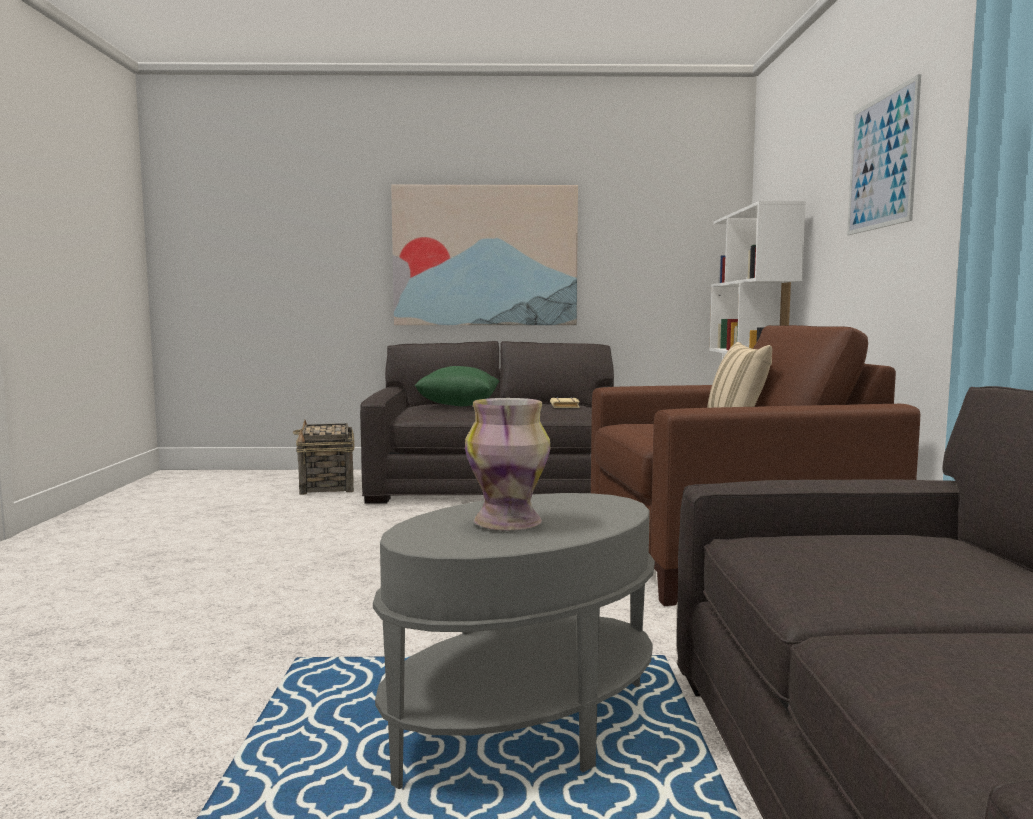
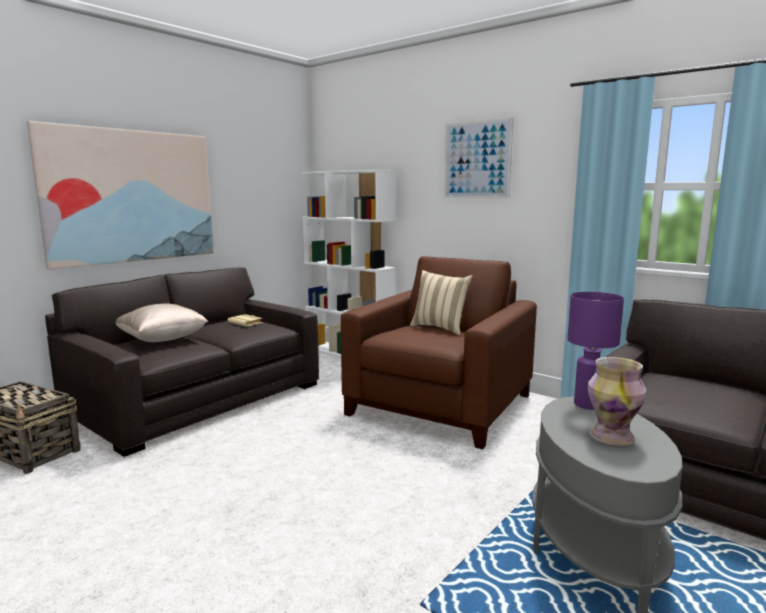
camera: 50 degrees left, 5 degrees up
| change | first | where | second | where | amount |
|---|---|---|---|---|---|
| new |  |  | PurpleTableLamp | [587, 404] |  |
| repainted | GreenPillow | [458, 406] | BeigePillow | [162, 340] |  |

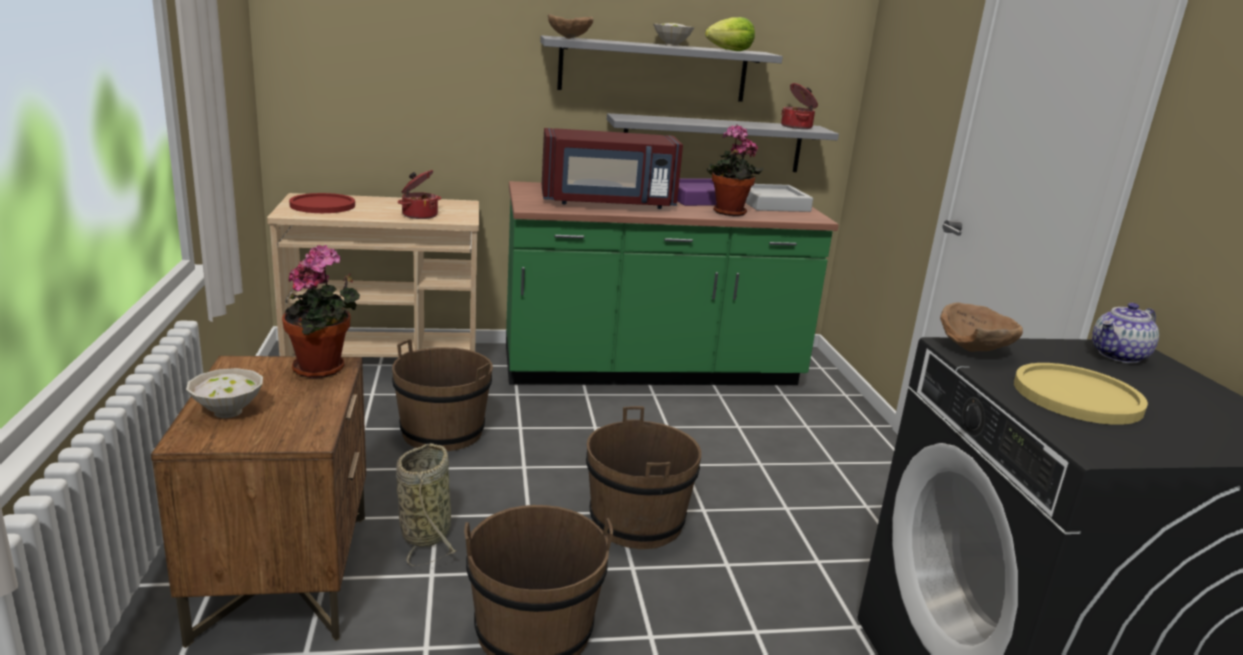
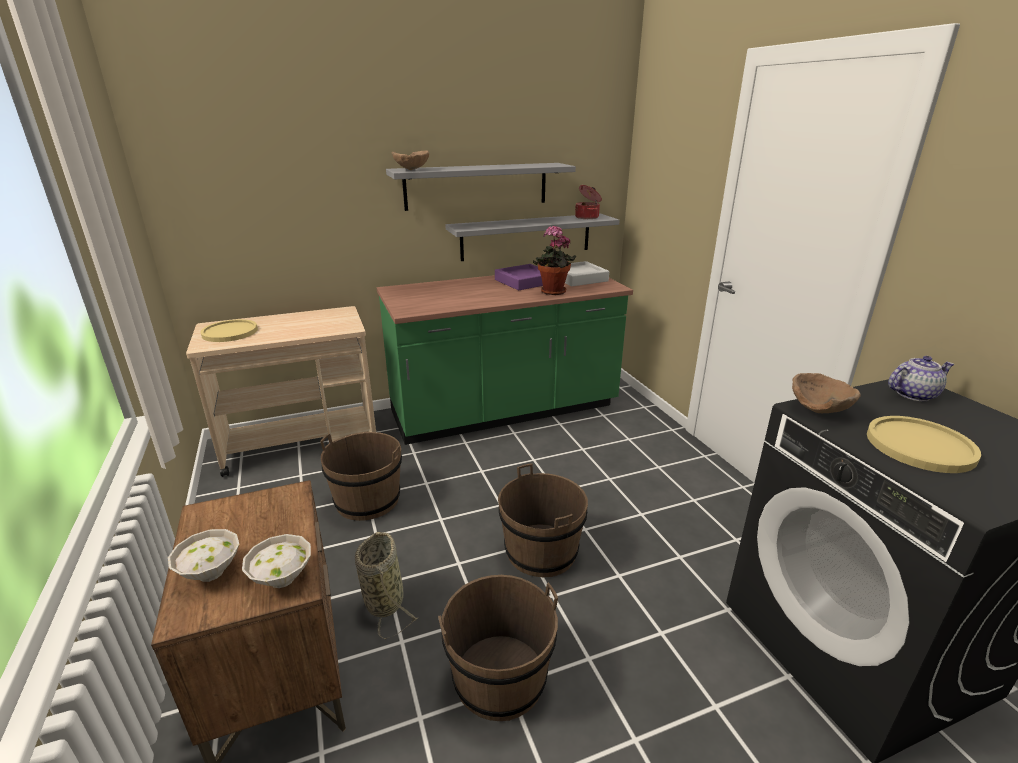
camera: 10 degrees left, 5 degrees up
| change | first | where | second | where | amount |
|---|---|---|---|---|---|
| gone | PottedPlant | [323, 369] |  |  |  |
| gone | CookingPot | [419, 215] |  |  |  |
| gone | RedMicrowave | [608, 203] |  |  |  |
| gone | Lettuce | [730, 50] |  |  |  |
| shifted | WhiteBowl | [670, 45] |  | [280, 579] |  |
| repainted | RedPlate | [322, 205] | YellowPlate | [230, 332] |  |
| rotated | Teapot | [1119, 356] |  | [913, 394] | 150 degrees counterclockwise |

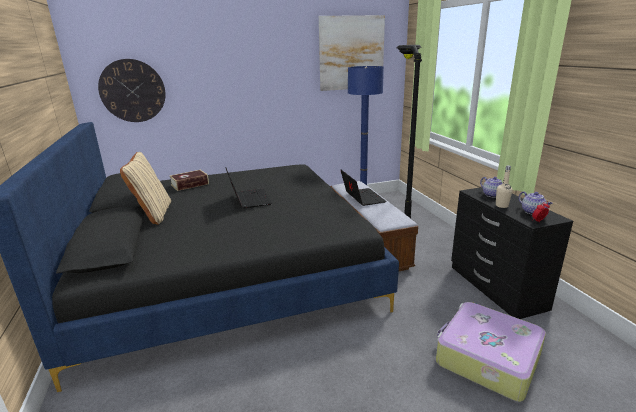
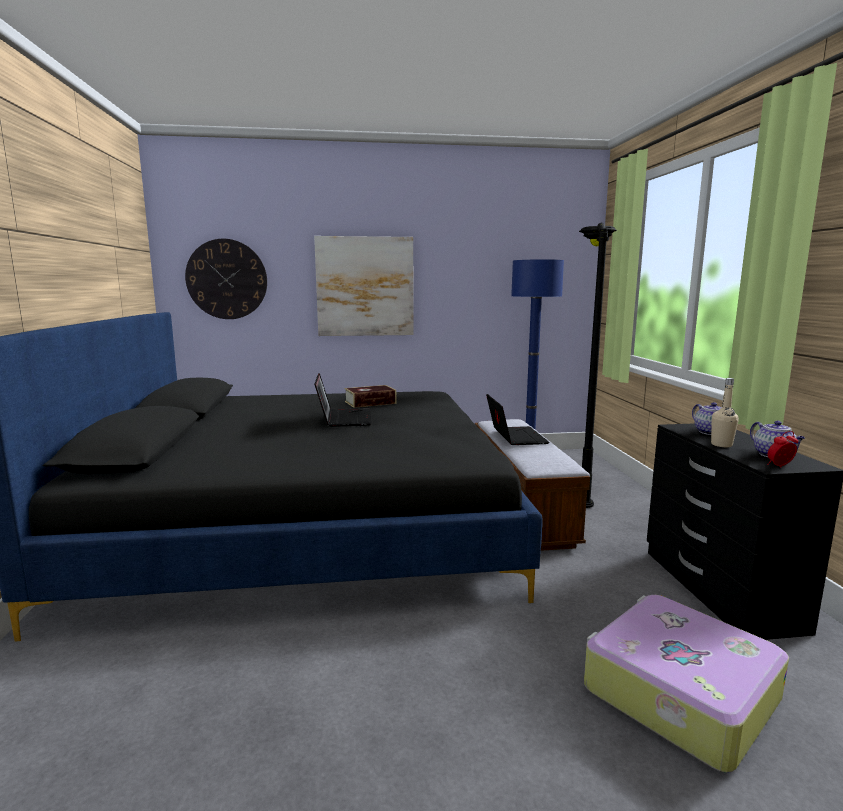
camera: 10 degrees right, 10 degrees down
| change | first | where | second | where | amount |
|---|---|---|---|---|---|
| gone | BeigePillow | [153, 214] |  |  |  |
| shifted | Book | [190, 184] |  | [370, 402] |  |
| shifted | Picture | [351, 53] |  | [365, 286] |  |

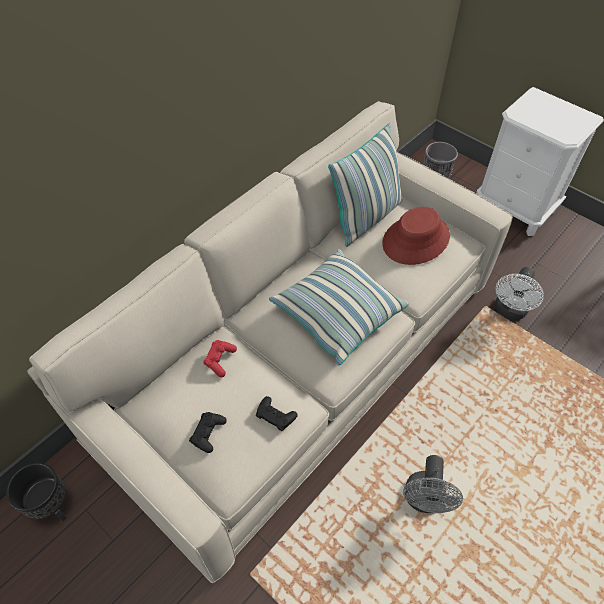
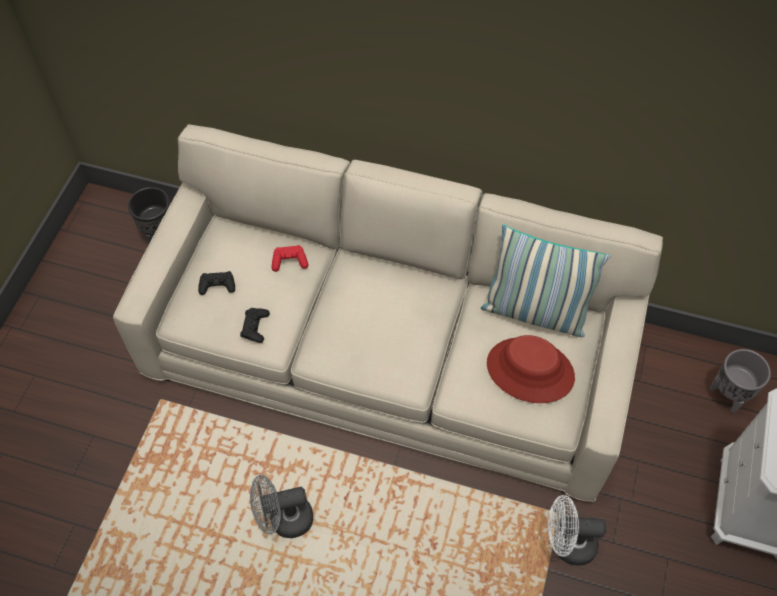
camera: 65 degrees right, 5 degrees up
| change | first | where | second | where | amount |
|---|---|---|---|---|---|
| gone | Pillow | [337, 314] |  |  |  |

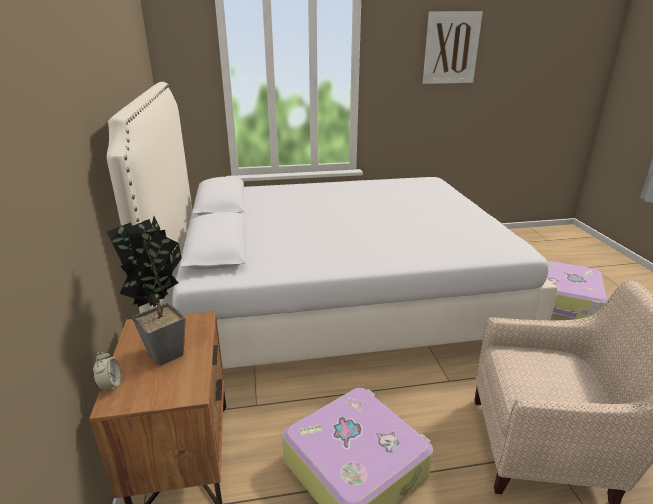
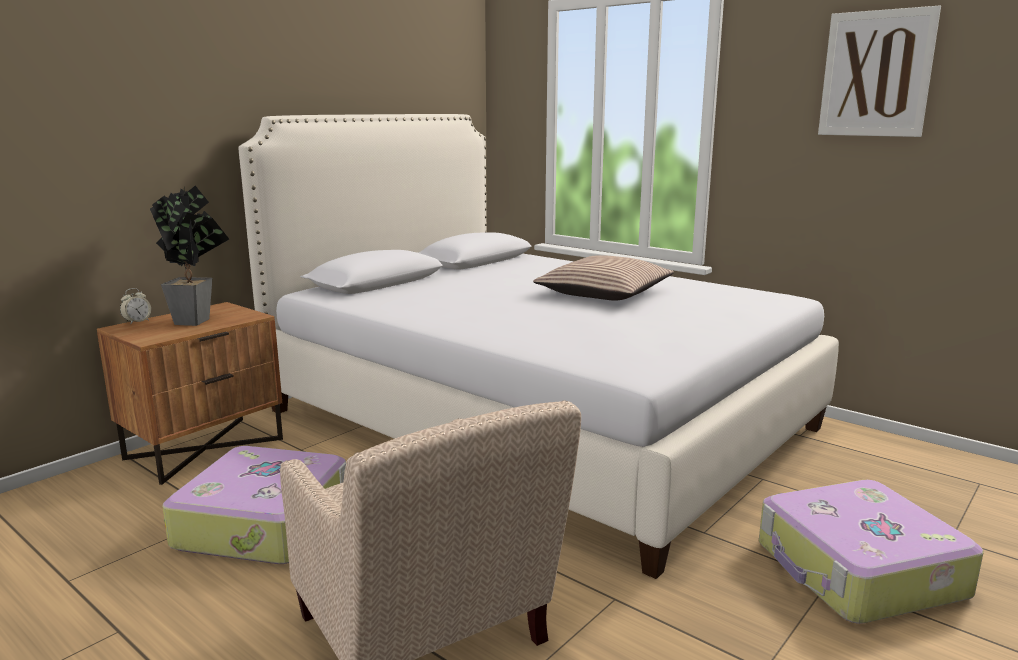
camera: 50 degrees right, 10 degrees down
| change | first | where | second | where | amount |
|---|---|---|---|---|---|
| new |  |  | Pillow | [604, 293] |  |

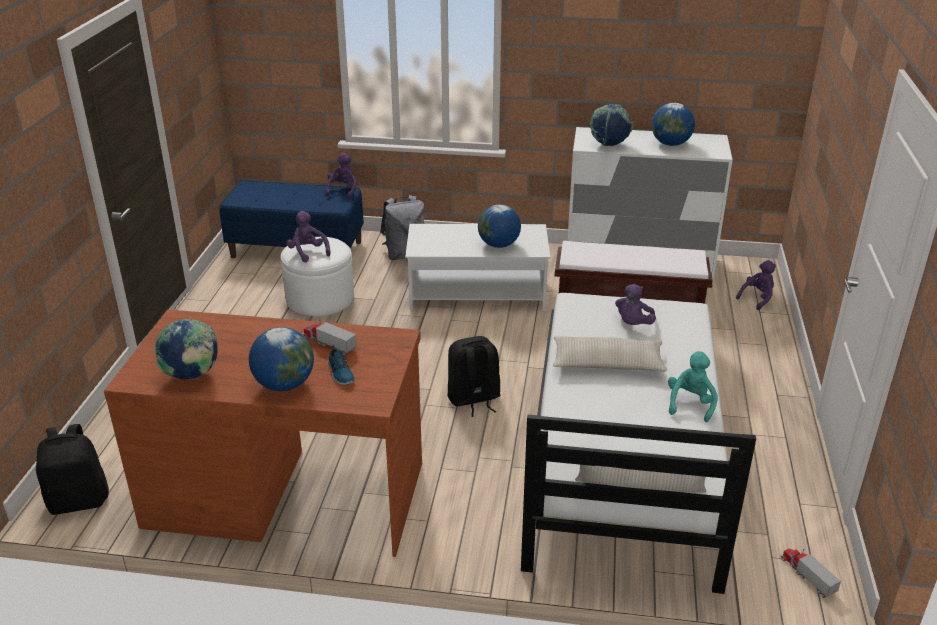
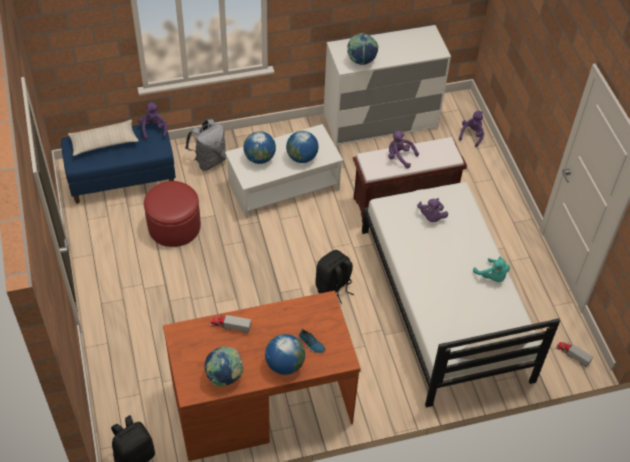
camera: 25 degrees left, 20 degrees up
| change | first | where | second | where | amount |
|---|---|---|---|---|---|
| shifted | PurplePlushToy | [308, 252] |  | [399, 157] |  |
| shifted | ToyTruck | [328, 343] |  | [230, 326] |  |
| shifted | BeigePillow | [607, 364] |  | [104, 142] |  |
| shifted | Globe | [670, 144] |  | [259, 158] |  |
| repainted | WhiteOttoman | [320, 298] | RedOttoman | [174, 226] |  |
| rotated | TurquoisePlushToy | [690, 404] |  | [492, 276] | 150 degrees clockwise |

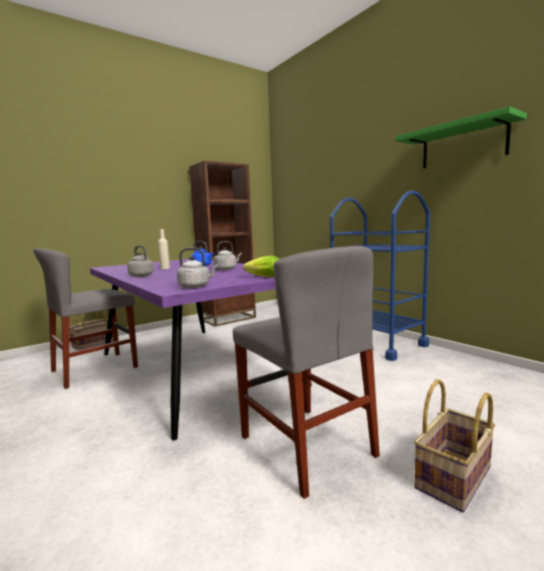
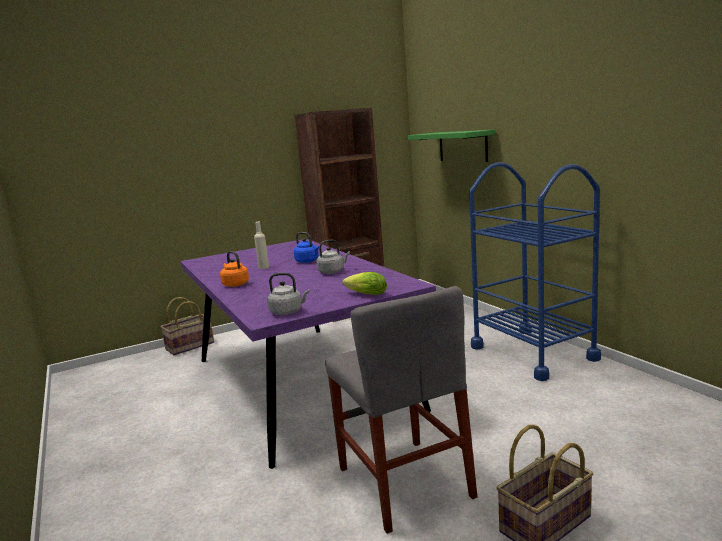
camera: 10 degrees right, 5 degrees up
| change | first | where | second | where | amount |
|---|---|---|---|---|---|
| gone | GreyChair | [95, 369] |  |  |  |
| shifted | GreenShelf | [463, 145] |  | [462, 146] |  |
| repainted | GreyKettle | [140, 275] | OrangeKettle | [234, 284] |  |

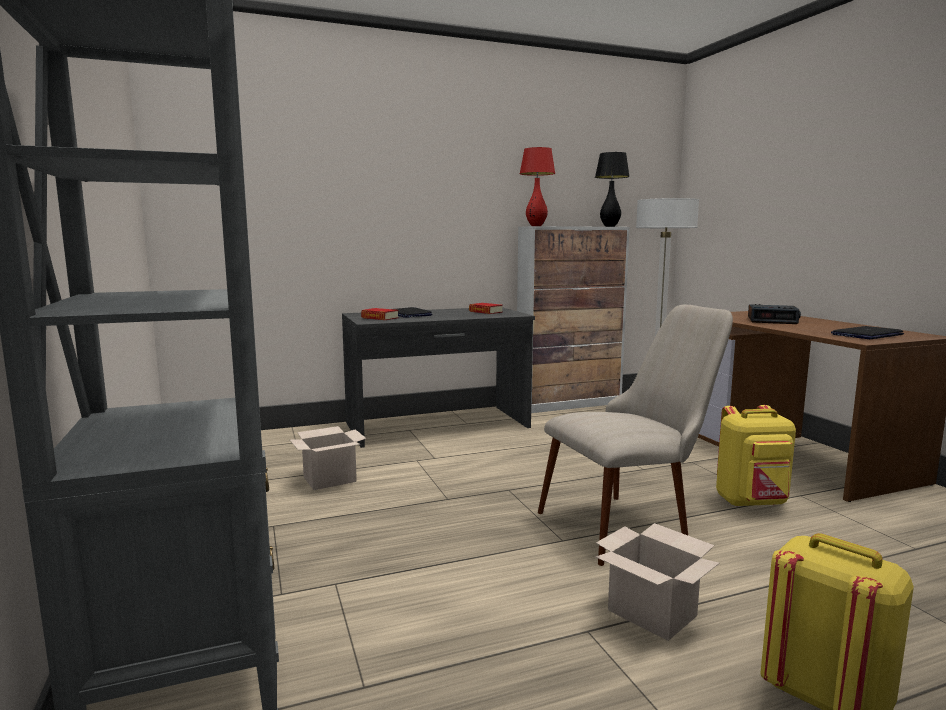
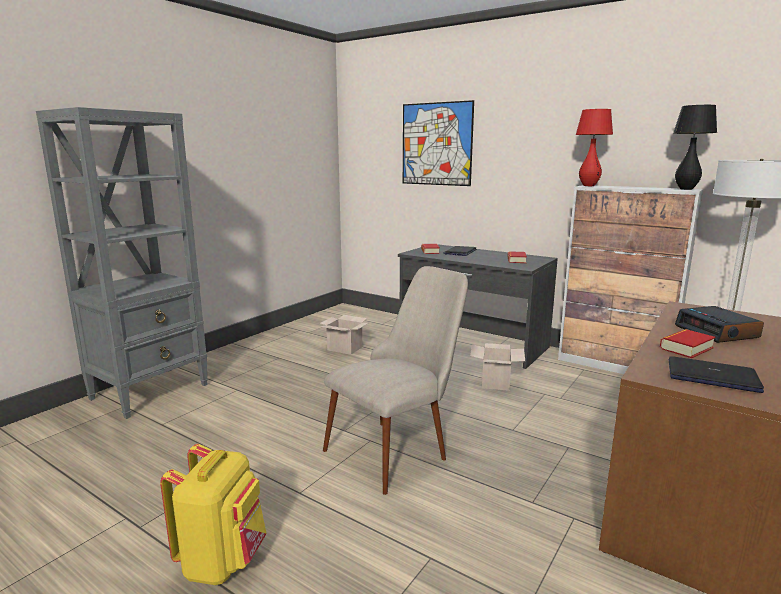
camera: 55 degrees right, 5 degrees up
| change | first | where | second | where | amount |
|---|---|---|---|---|---|
| gone | YellowBackpack | [752, 503] |  |  |  |
| new |  |  | Picture | [436, 144] |  |
| new |  |  | Book | [686, 348] |  |
| shifted | CardboardBox | [654, 613] |  | [496, 383] |  |
| rotated | BeigeChair | [630, 523] |  | [398, 447] | 75 degrees counterclockwise |

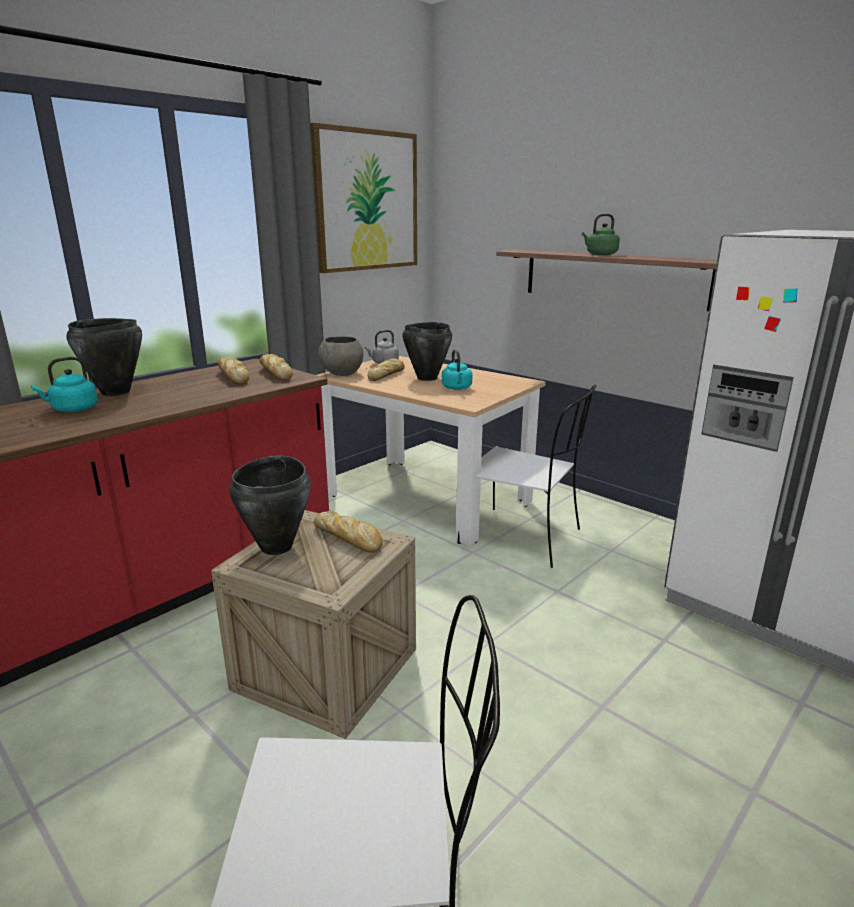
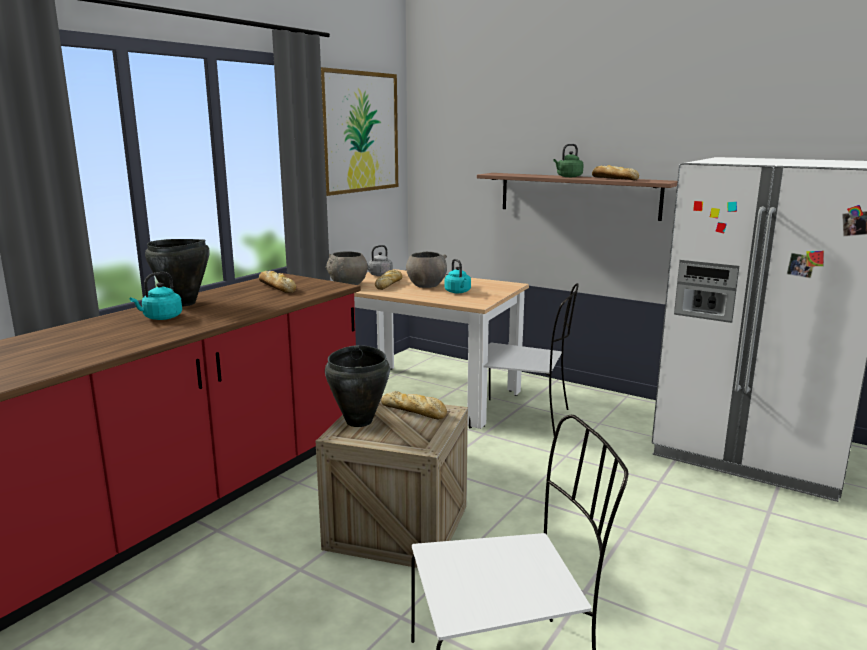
camera: 10 degrees left, 5 degrees down
| change | first | where | second | where | amount |
|---|---|---|---|---|---|
| shifted | Bread | [275, 373] |  | [613, 178] |  |
| swapped | BlackCookingPot | [426, 378] | GreyBowl | [426, 285] |  |

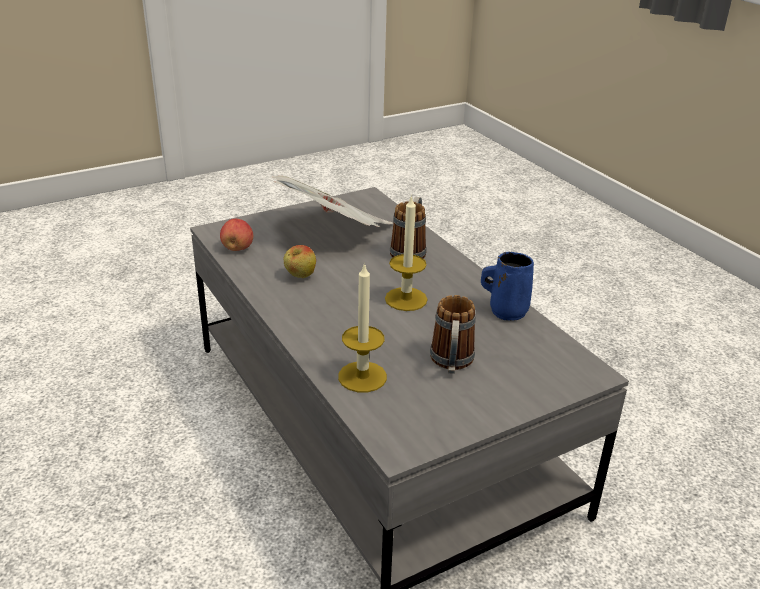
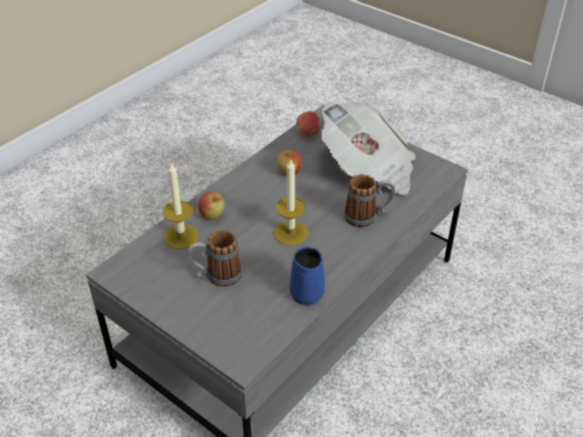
camera: 70 degrees right, 10 degrees up
| change | first | where | second | where | amount |
|---|---|---|---|---|---|
| new |  |  | Apple | [212, 216] |  |

